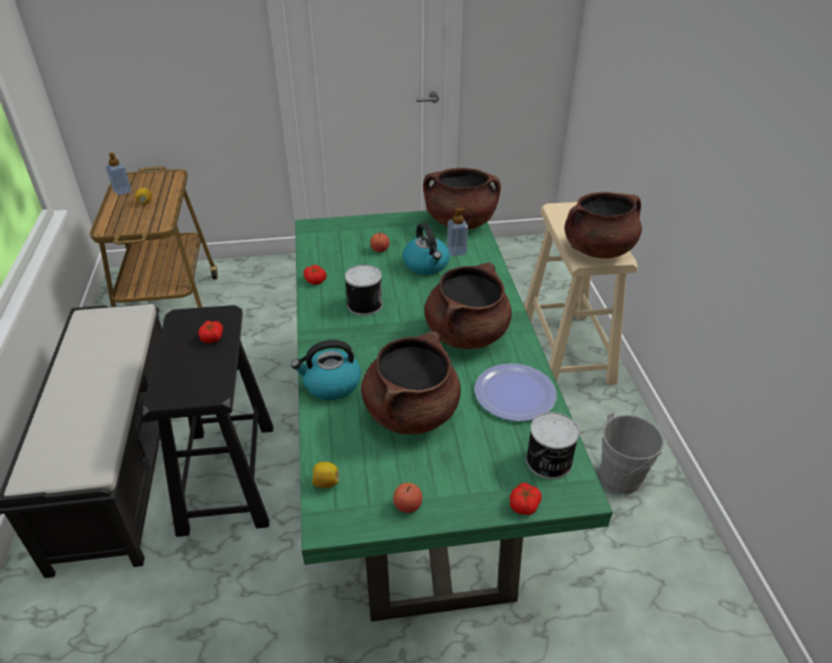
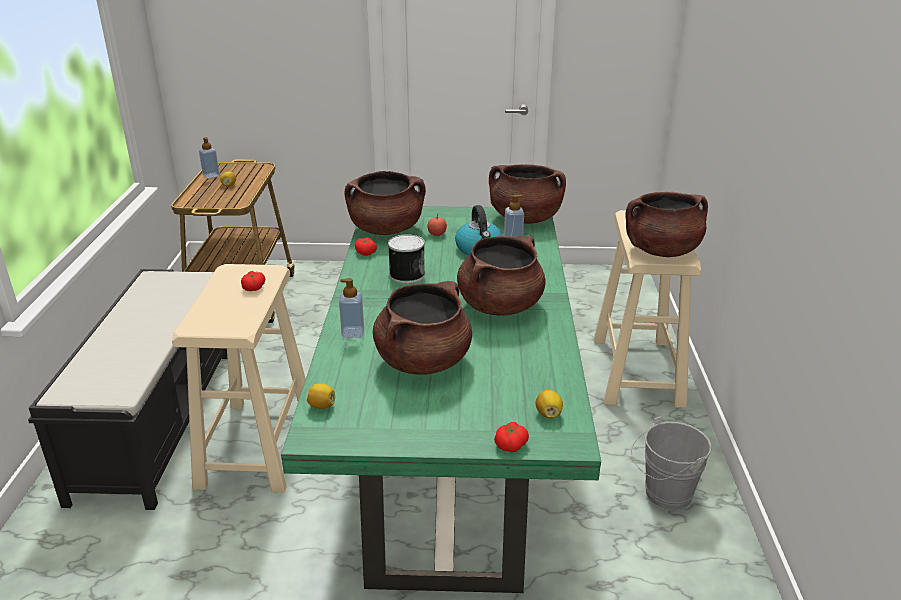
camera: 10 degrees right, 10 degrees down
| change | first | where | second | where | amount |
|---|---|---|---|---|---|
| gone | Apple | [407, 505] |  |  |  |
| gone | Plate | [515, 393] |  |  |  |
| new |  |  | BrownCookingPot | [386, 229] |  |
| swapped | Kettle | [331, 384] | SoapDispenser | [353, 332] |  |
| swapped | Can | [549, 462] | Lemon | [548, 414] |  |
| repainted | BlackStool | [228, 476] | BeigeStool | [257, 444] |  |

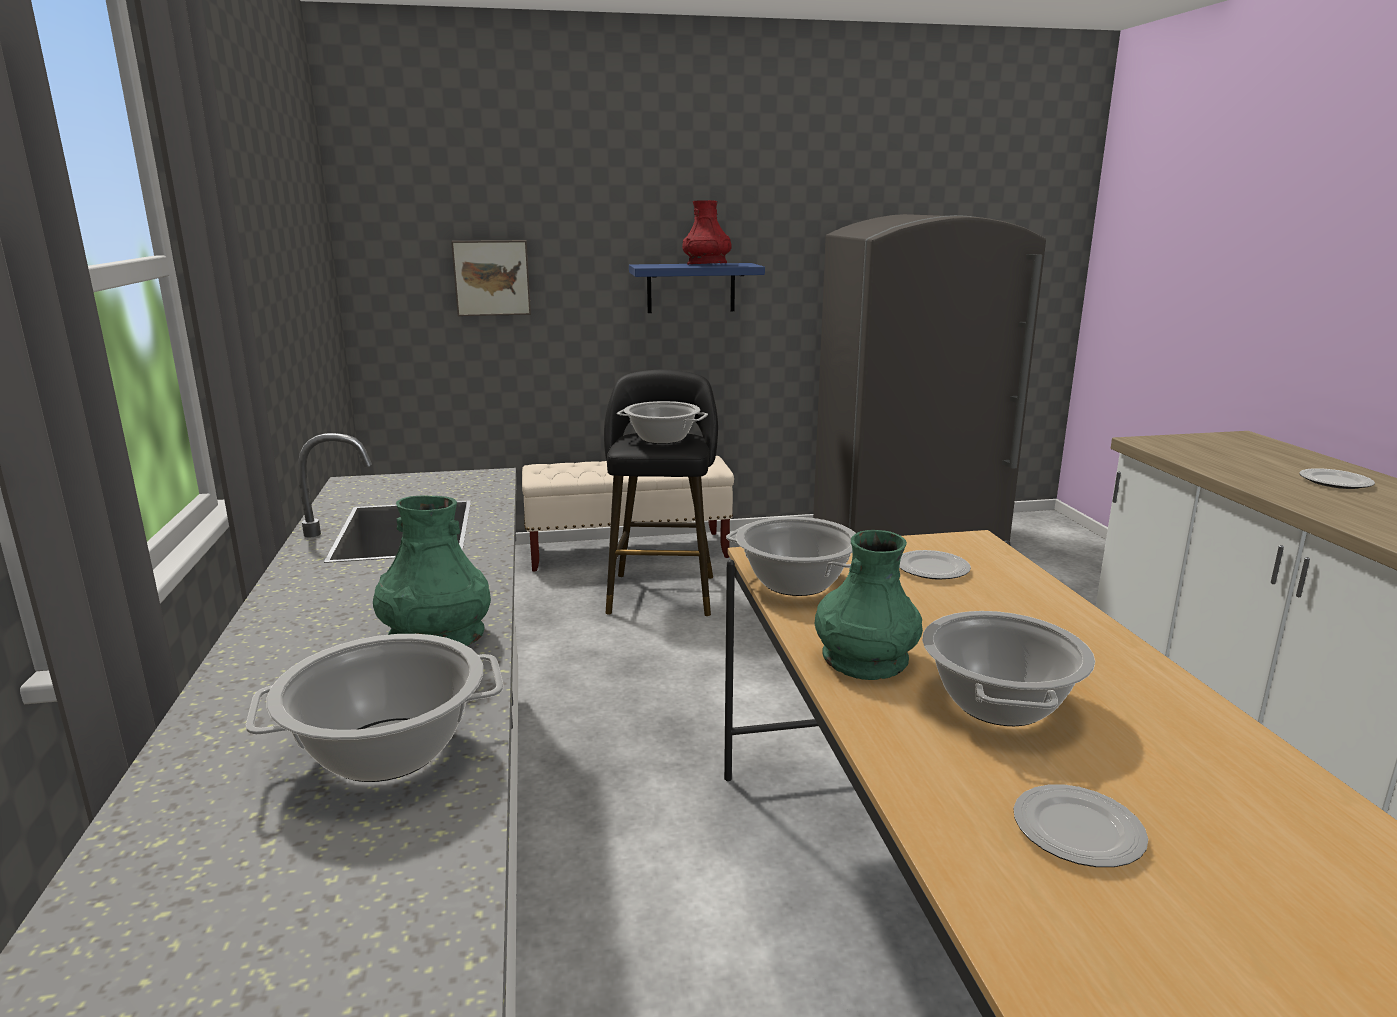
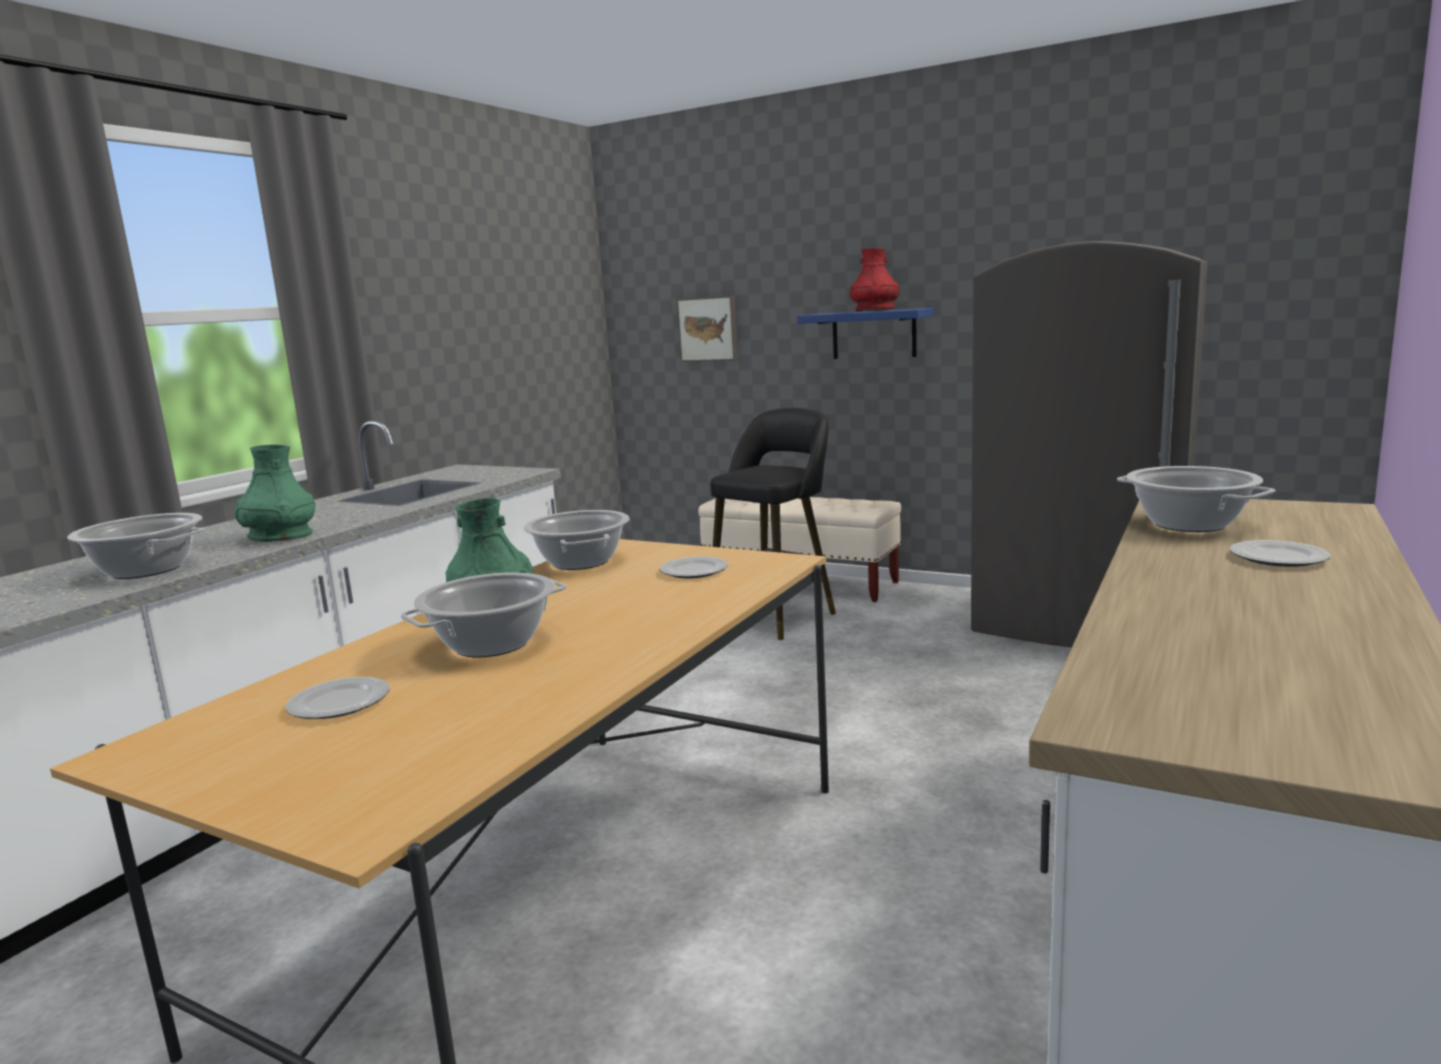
camera: 40 degrees right, 5 degrees down
| change | first | where | second | where | amount |
|---|---|---|---|---|---|
| shifted | CookingPot | [662, 439] |  | [1188, 524] |  |

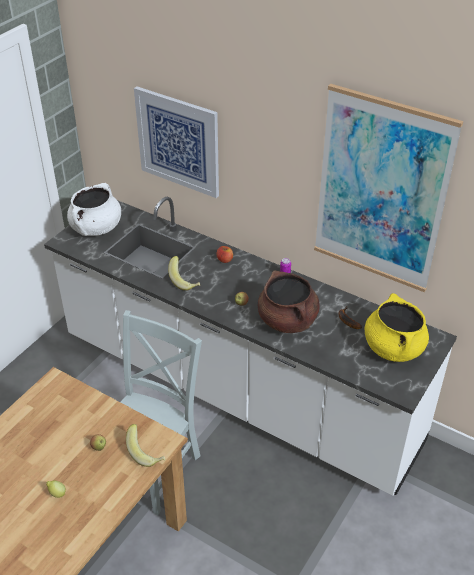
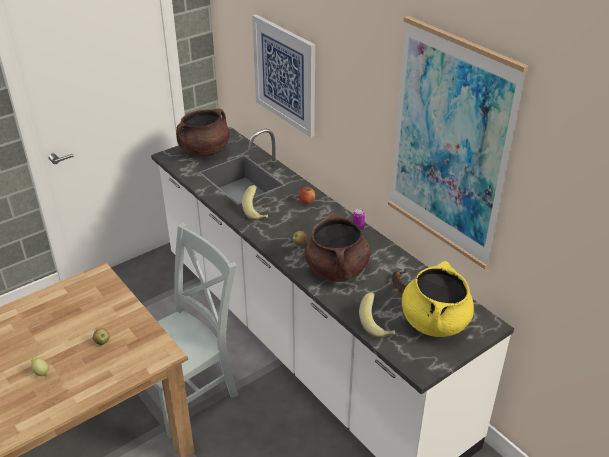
camera: 20 degrees right, 5 degrees down
| change | first | where | second | where | amount |
|---|---|---|---|---|---|
| shifted | Banana | [146, 452] |  | [377, 325] |  |
| repainted | WhiteCookingPot | [96, 228] | BrownCookingPot | [204, 151] |  |

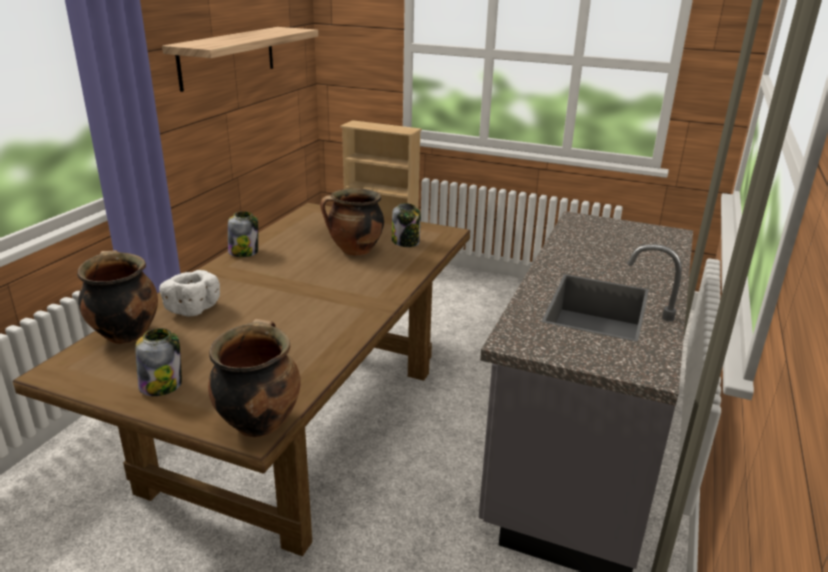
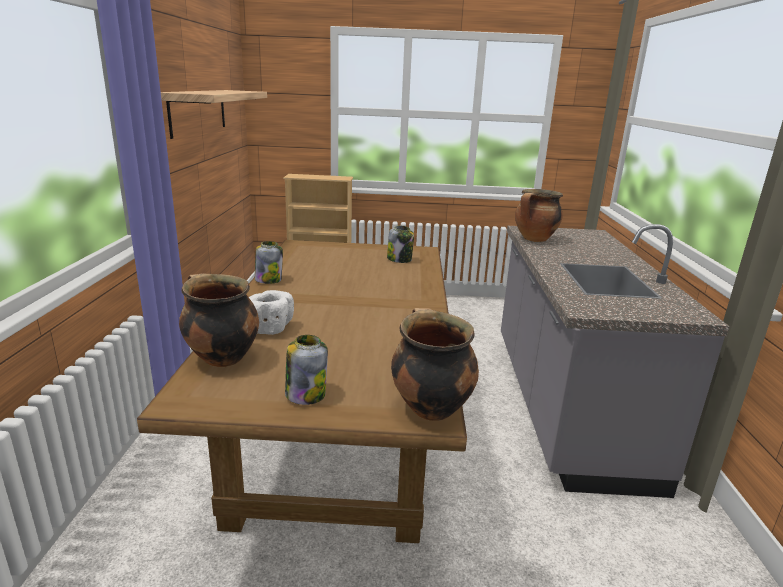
camera: 20 degrees left, 5 degrees down
| change | first | where | second | where | amount |
|---|---|---|---|---|---|
| shifted | CookingPot | [354, 251] |  | [534, 239] |  |

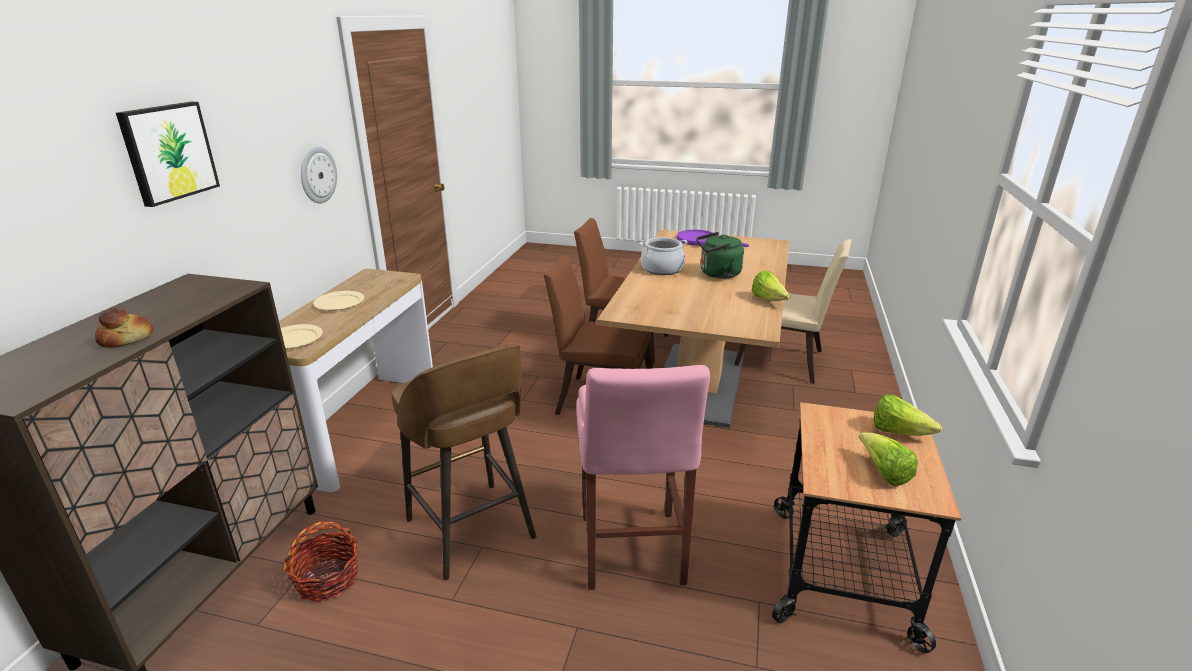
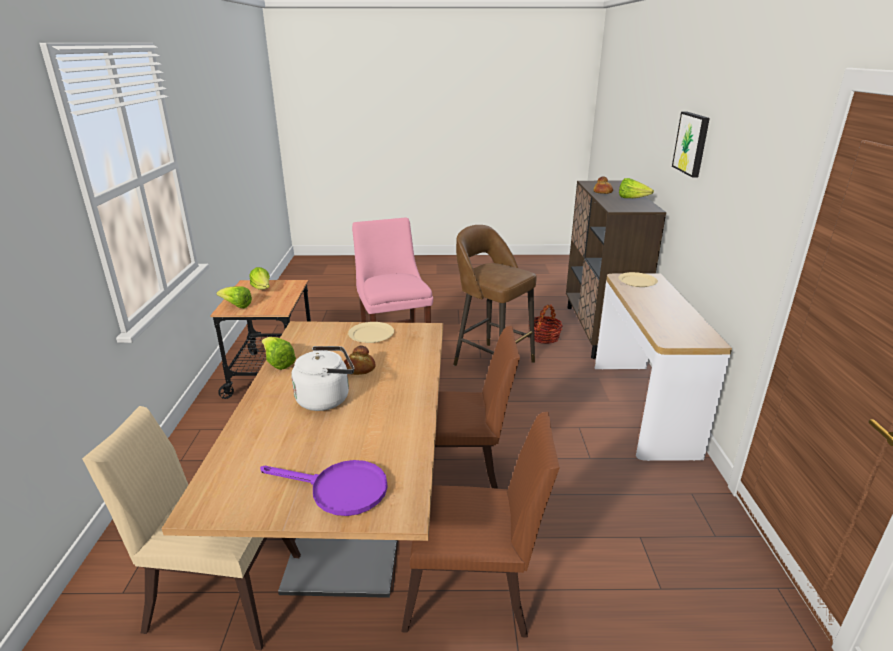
camera: 165 degrees right, 0 degrees up
| change | first | where | second | where | amount |
|---|---|---|---|---|---|
| gone | WallClock | [317, 175] |  |  |  |
| gone | CookingPot | [662, 269] |  |  |  |
| new |  |  | Bread | [359, 369] |  |
| new |  |  | Lettuce | [632, 199] |  |
| shifted | BeigePlate | [339, 303] |  | [371, 334] |  |
| repainted | GreenKettle | [717, 274] | WhiteKettle | [326, 398] |  |

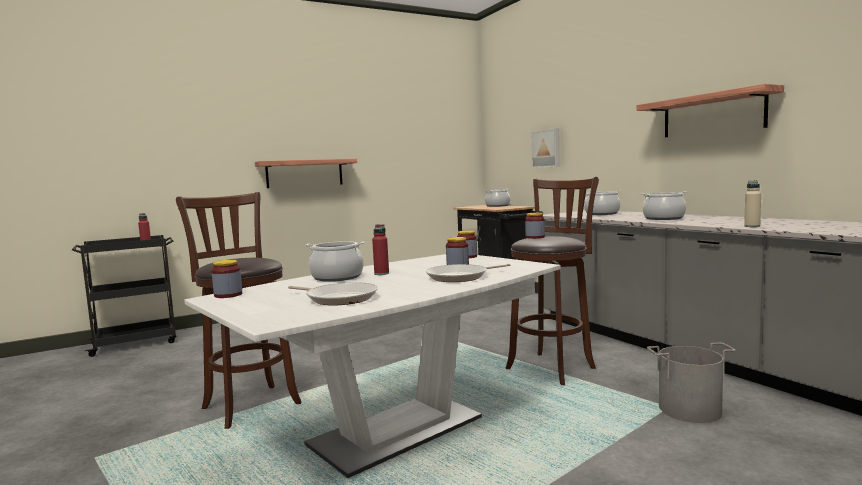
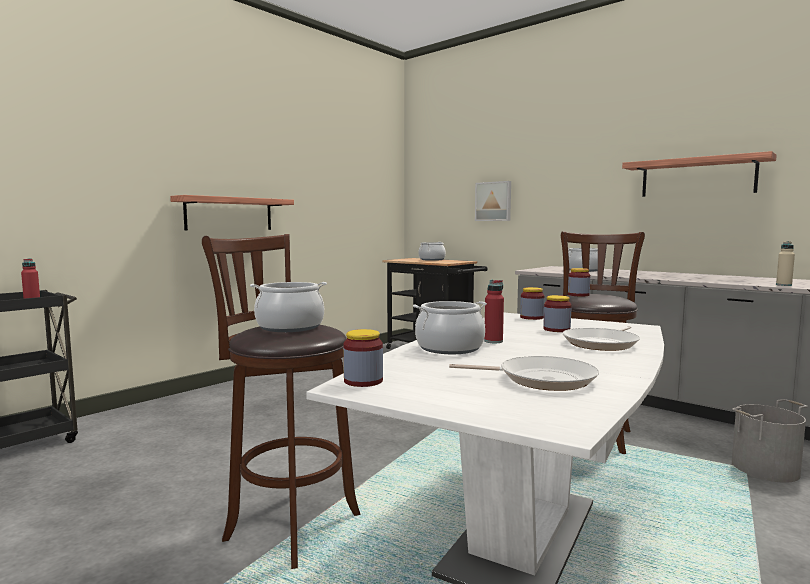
camera: 20 degrees left, 0 degrees up
| change | first | where | second | where | amount |
|---|---|---|---|---|---|
| shifted | CookingPot | [663, 218] |  | [290, 327] |  |

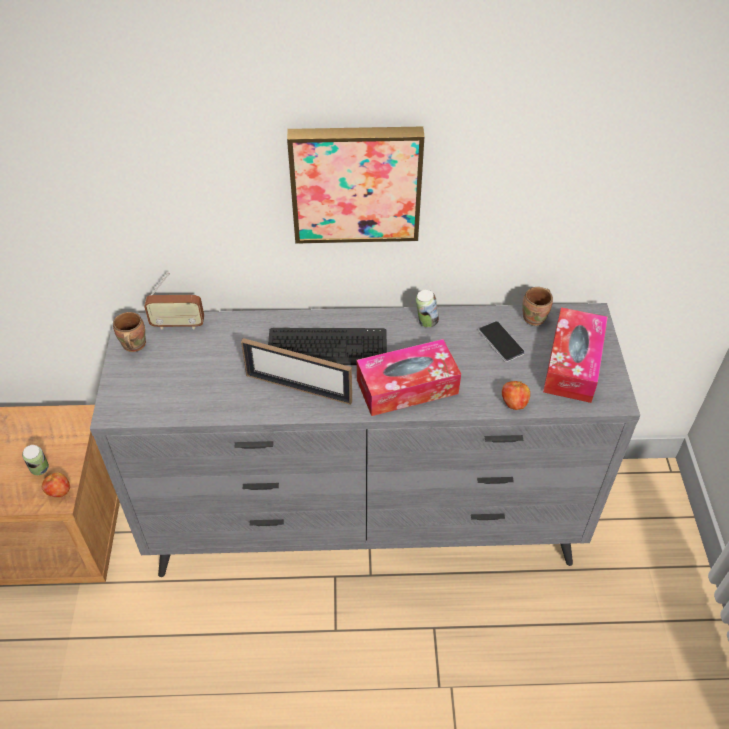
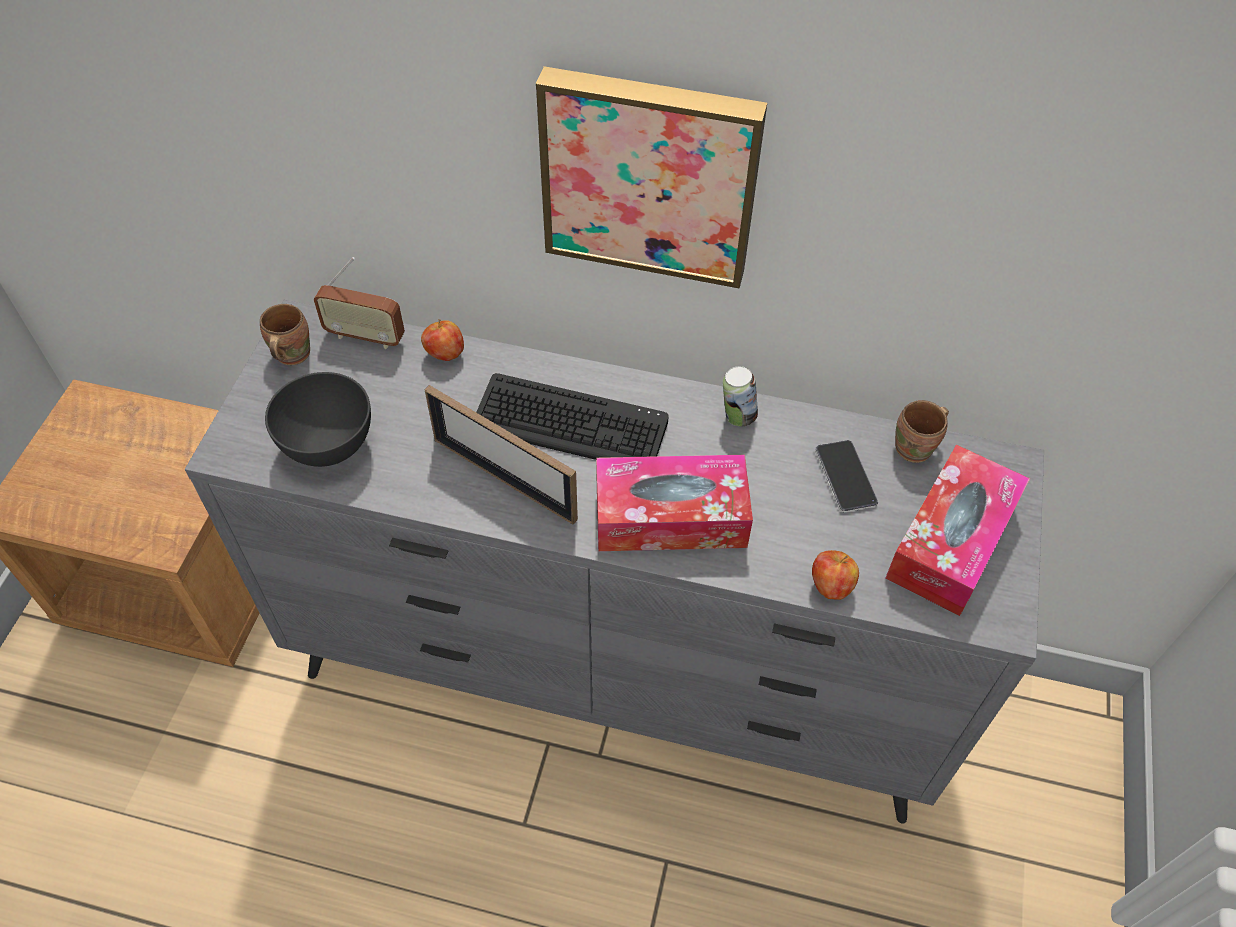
camera: 15 degrees right, 5 degrees up
| change | first | where | second | where | amount |
|---|---|---|---|---|---|
| gone | Can | [40, 470] |  |  |  |
| new |  |  | GreyBowl | [329, 444] |  |
| shifted | Apple | [59, 492] |  | [445, 354] |  |

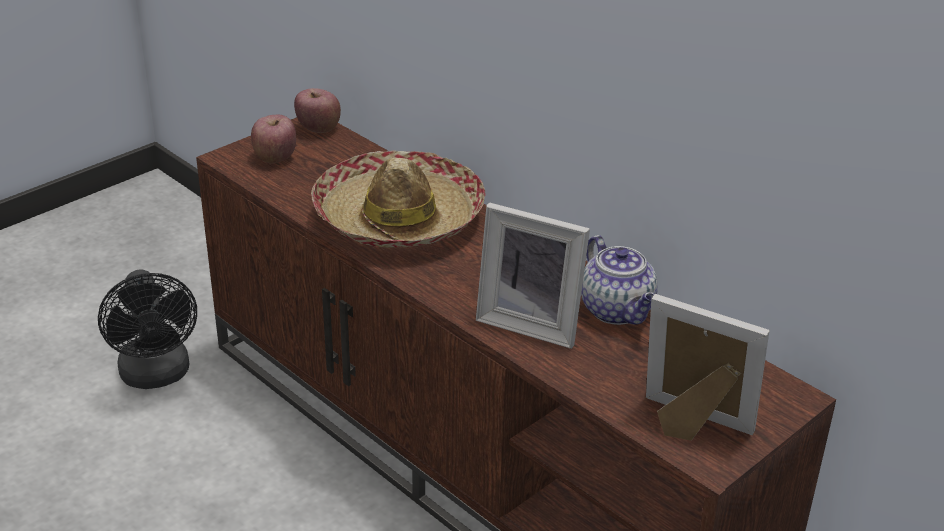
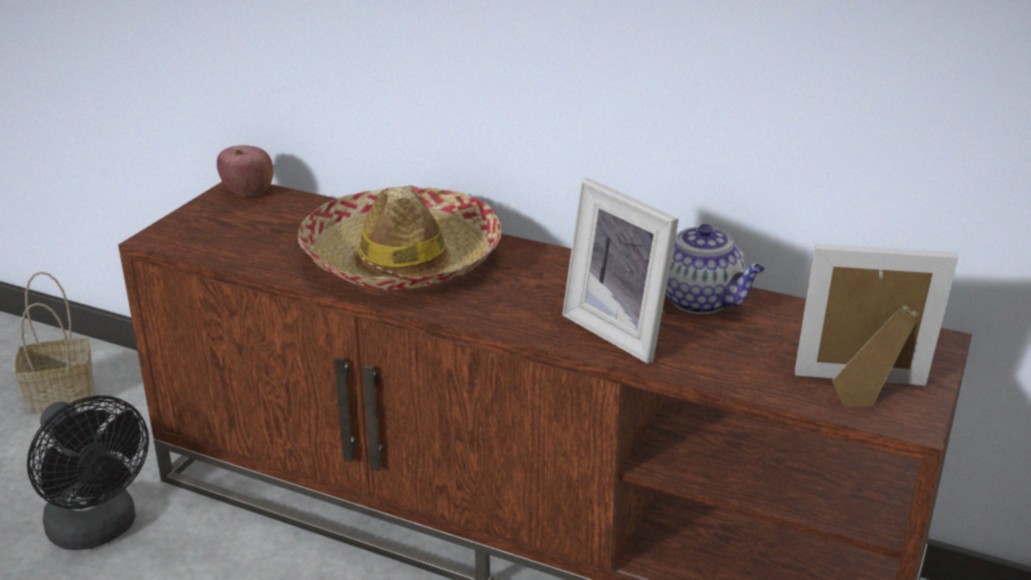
camera: 20 degrees left, 5 degrees down
| change | first | where | second | where | amount |
|---|---|---|---|---|---|
| gone | Apple | [275, 157] |  |  |  |
| new |  |  | Basket | [64, 395] |  |
| rotated | PictureFrame | [531, 322] |  | [622, 330] | 45 degrees clockwise |

